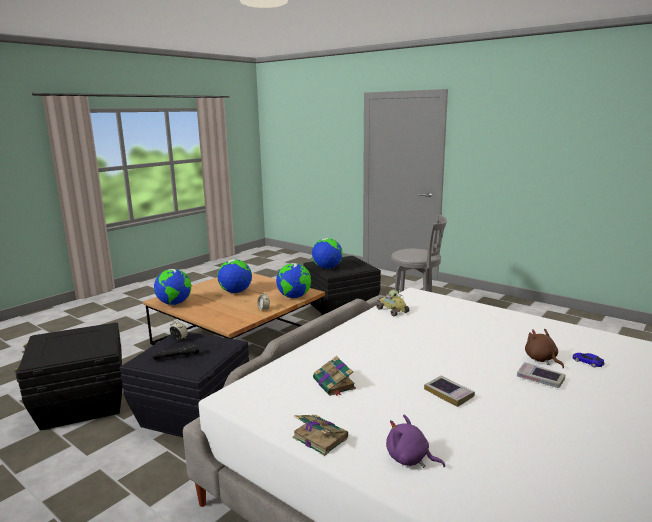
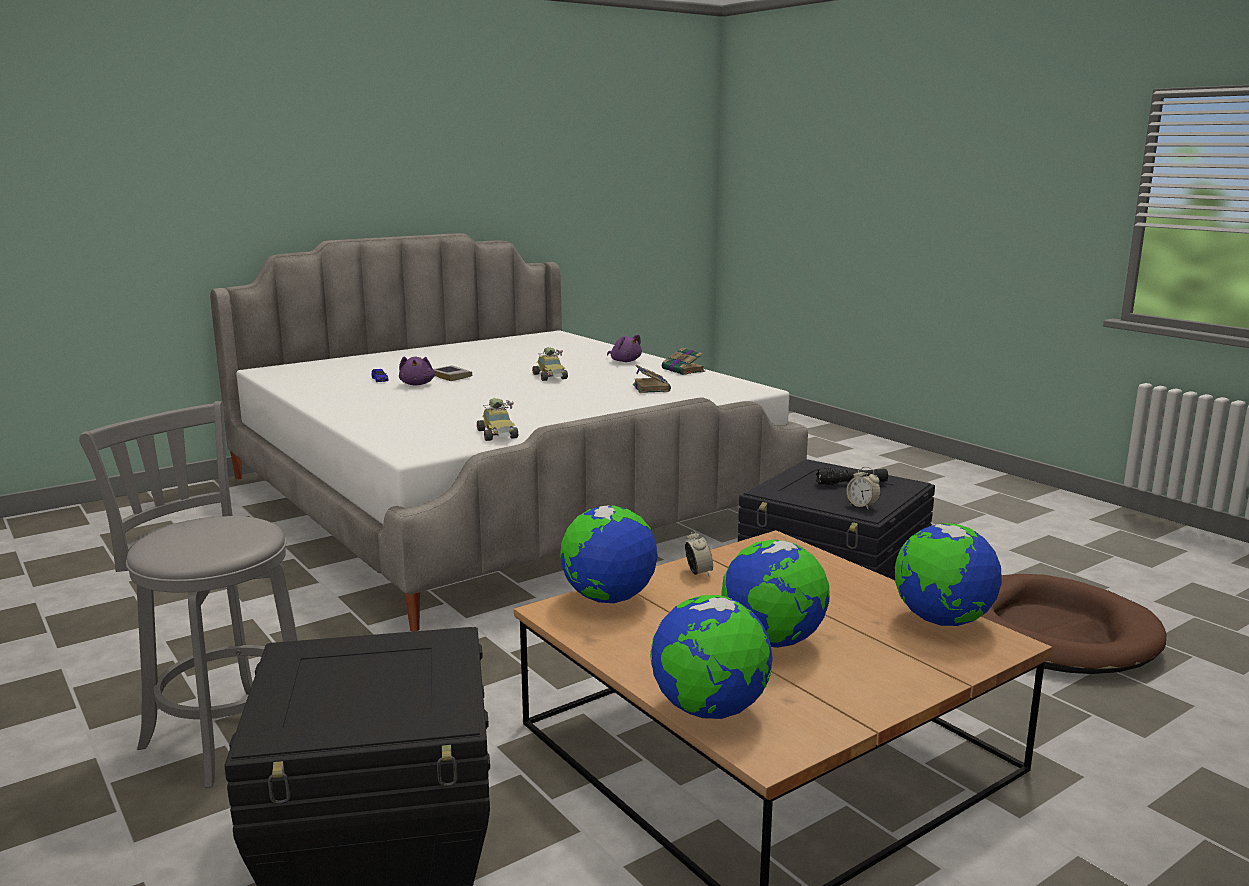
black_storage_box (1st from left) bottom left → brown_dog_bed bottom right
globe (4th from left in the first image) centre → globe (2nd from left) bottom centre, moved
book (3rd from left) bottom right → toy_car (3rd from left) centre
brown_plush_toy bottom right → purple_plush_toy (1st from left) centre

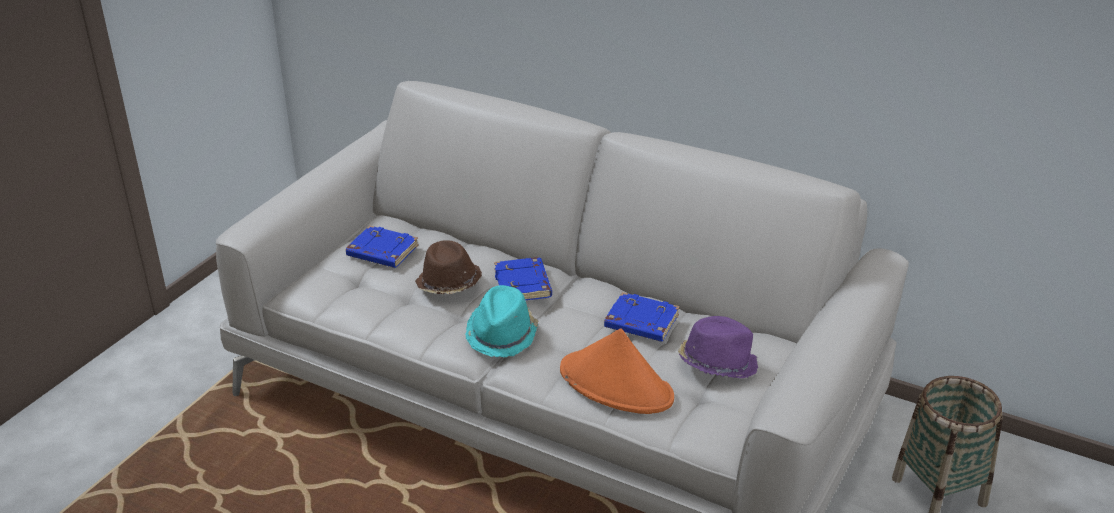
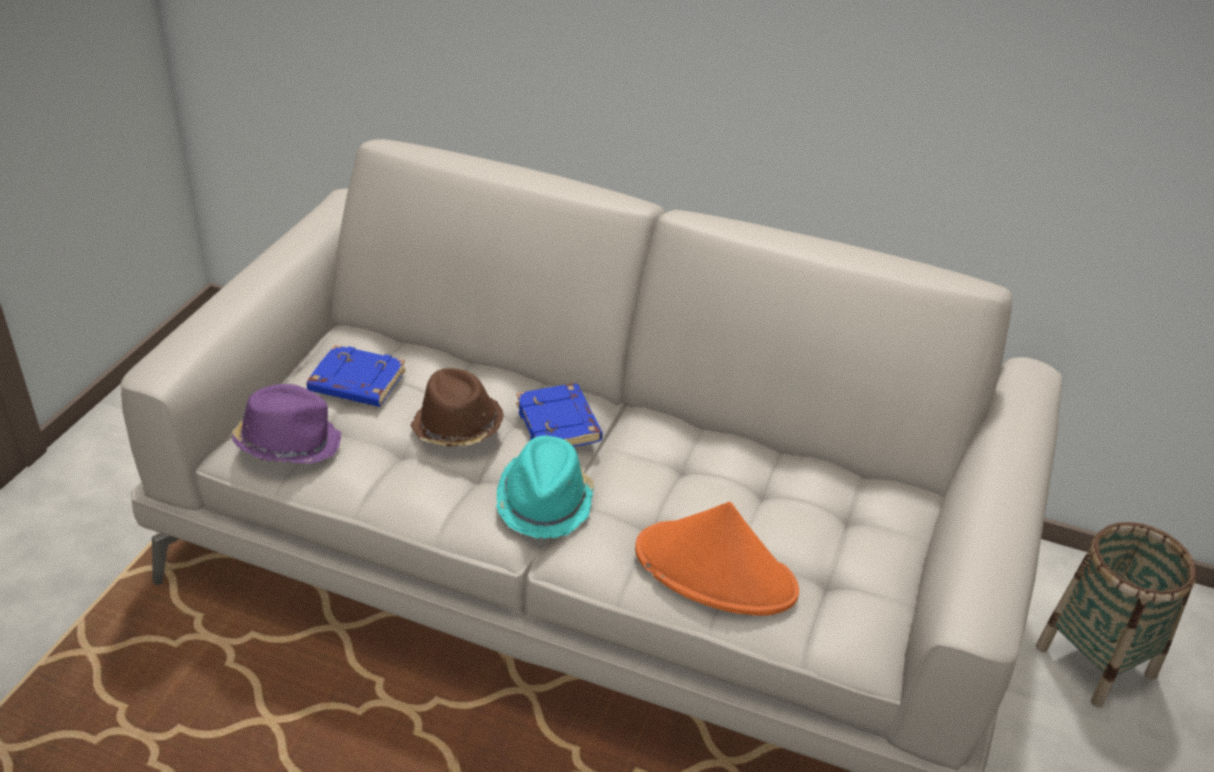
blue_book (3rd from left) centre → -
purple_hat bottom centre → purple_hat middle left, moved

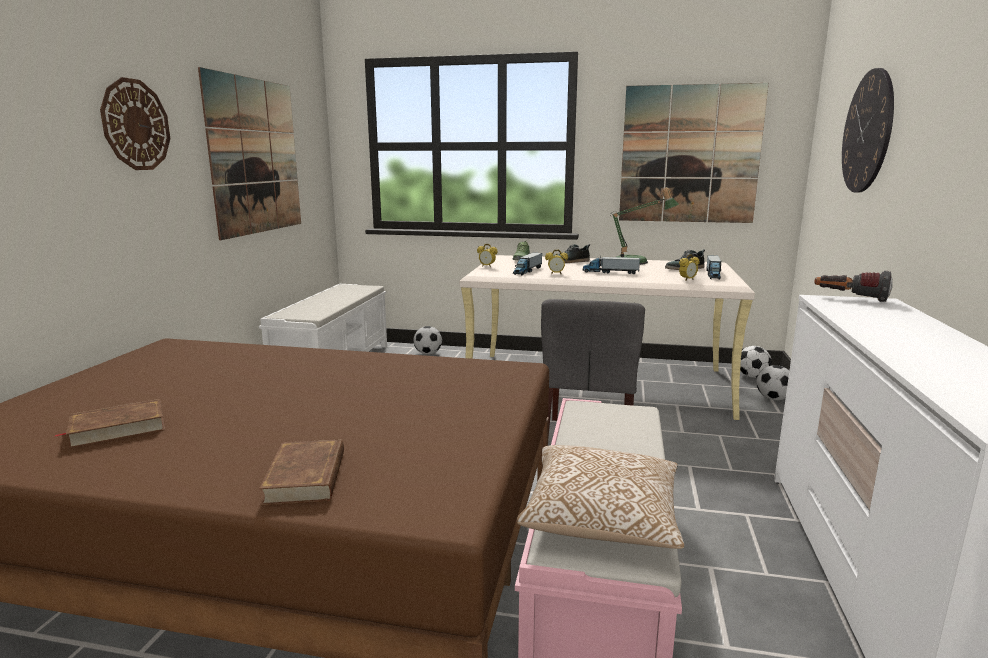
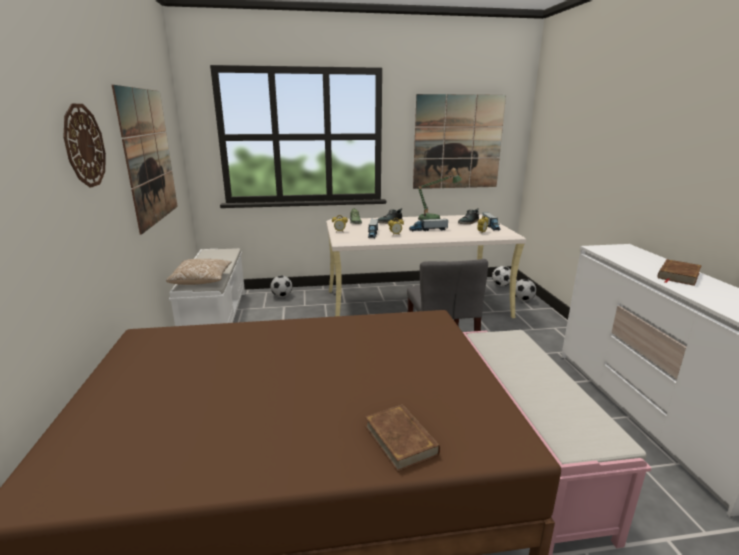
brown_book (1st from left in the first image) middle left → brown_book (2nd from left) middle right, moved
pillow bottom centre → pillow middle left, moved
flashlight middle right → -
wall_clock (2nd from left) top right → -

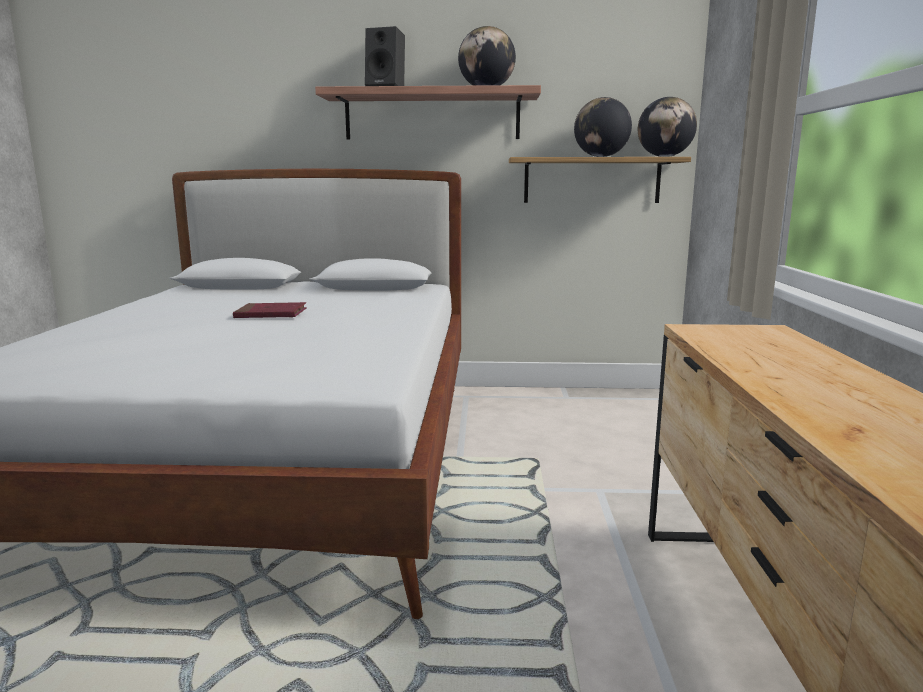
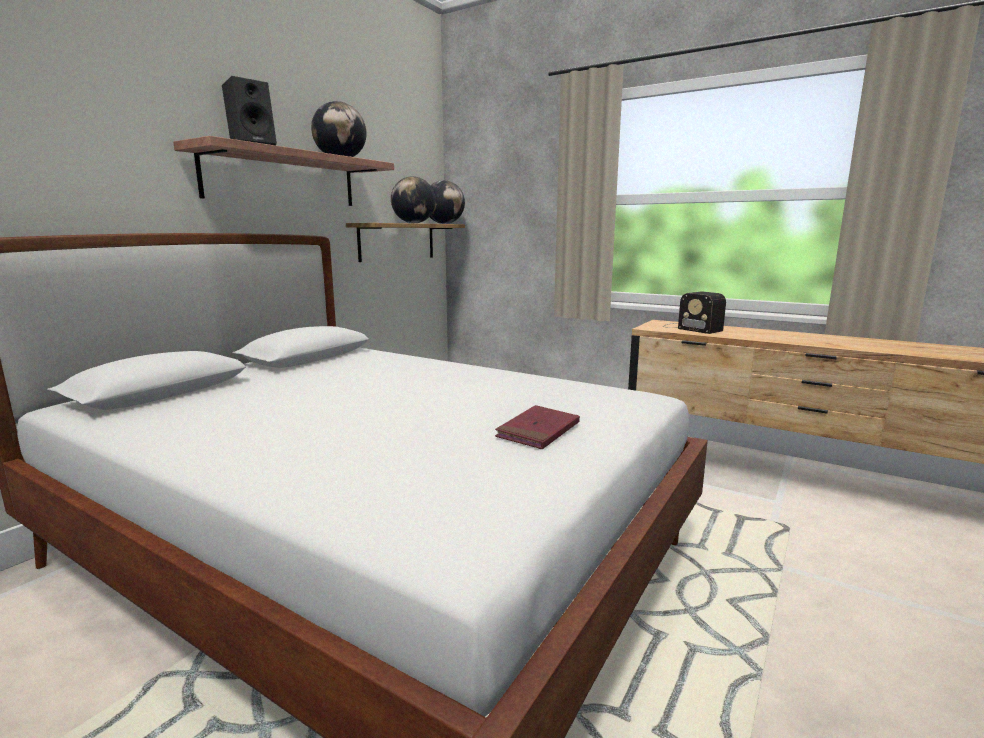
red_book middle left → red_book centre, moved
- → radio middle right

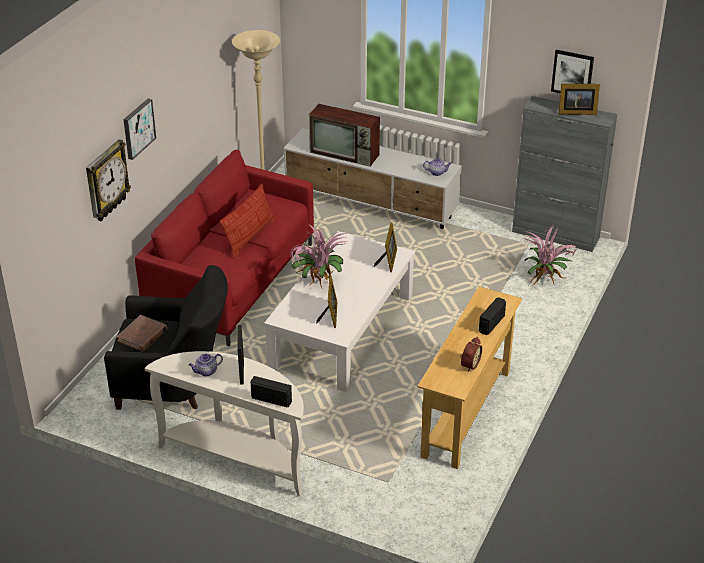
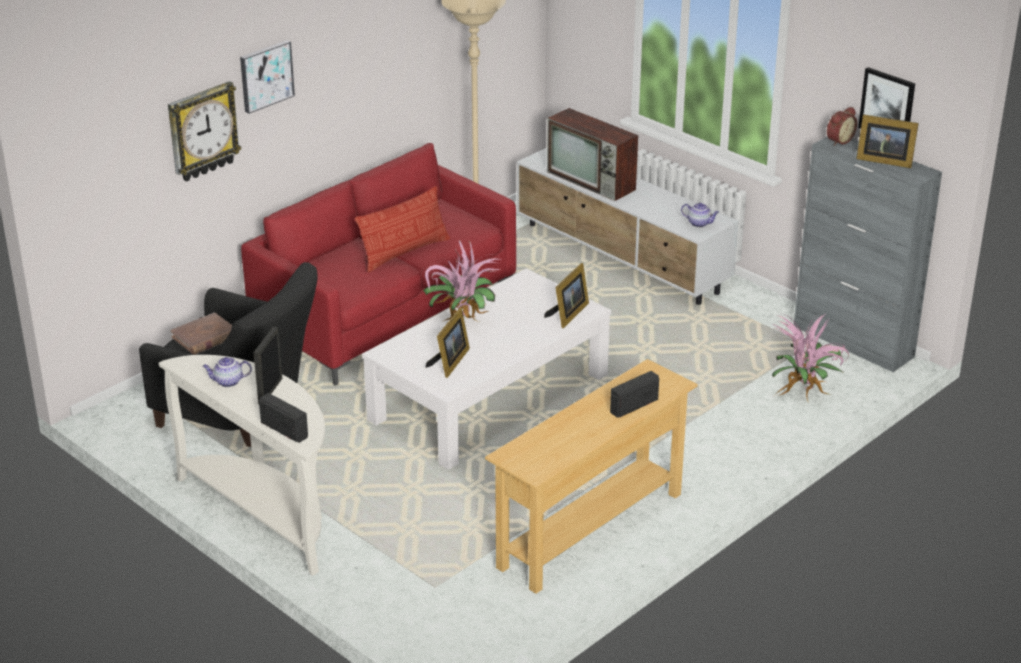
alarm_clock middle right → alarm_clock top right, moved

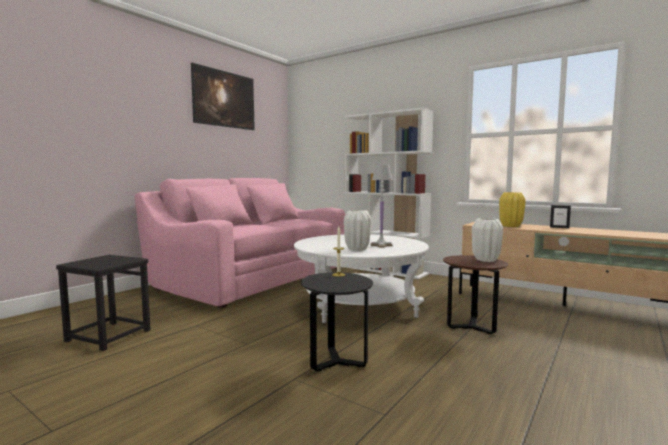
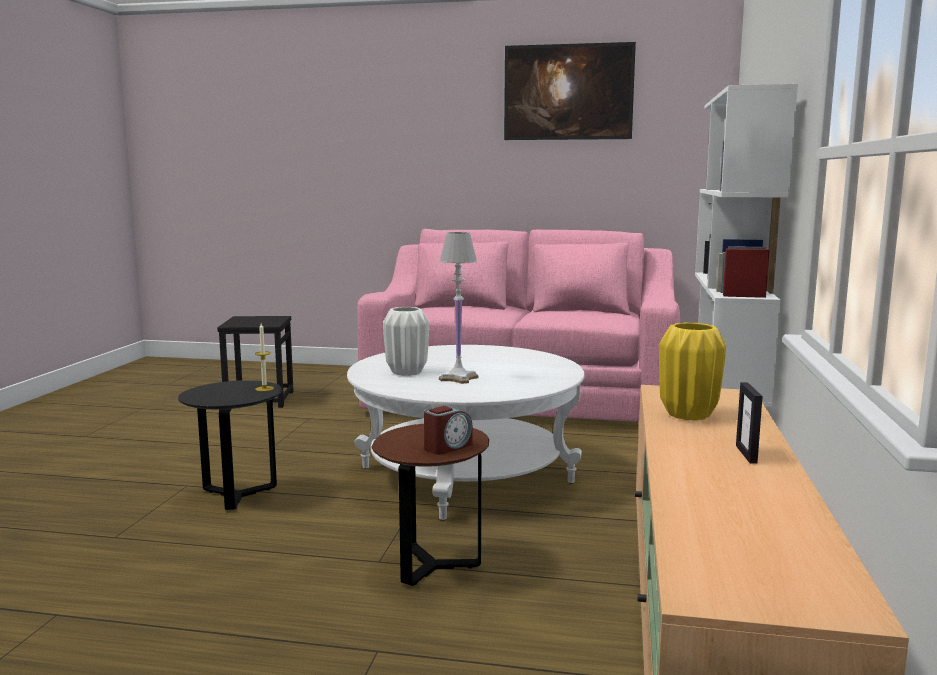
white_vase (2nd from left) middle right → alarm_clock centre

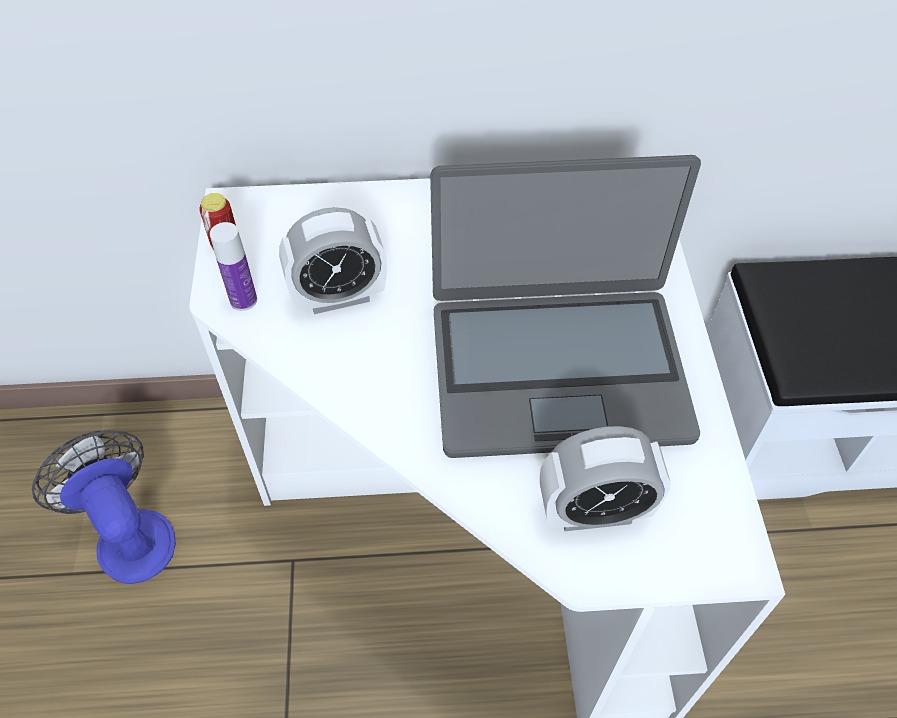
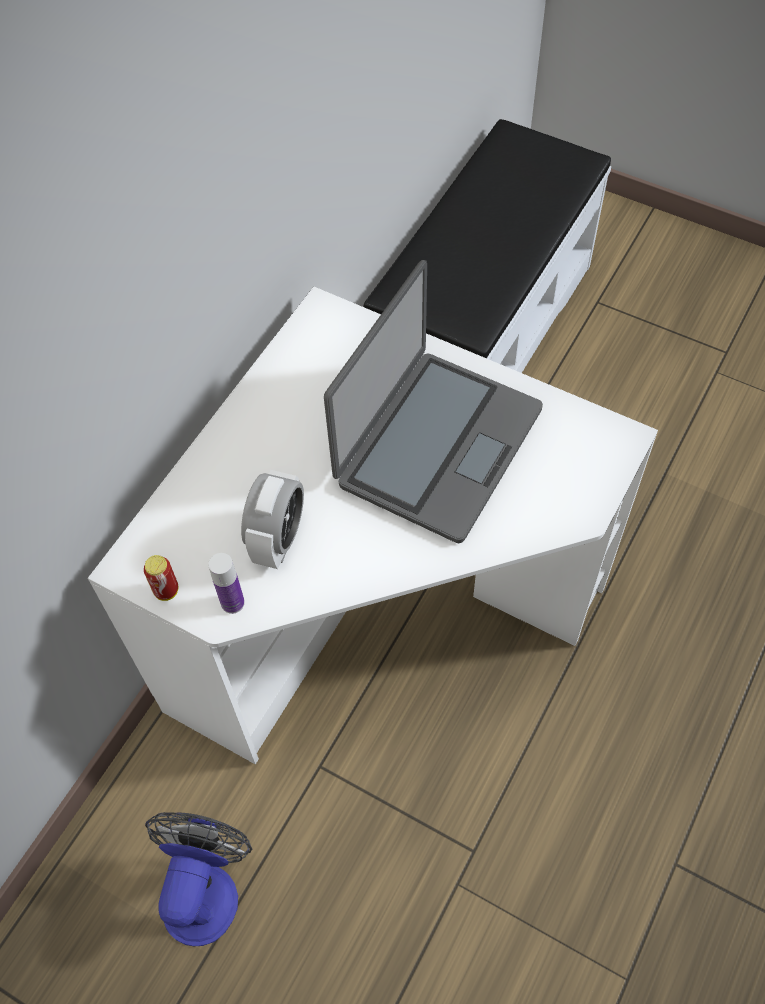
fan bottom left, 105 degrees clockwise
alarm_clock (2nd from left) middle right → -

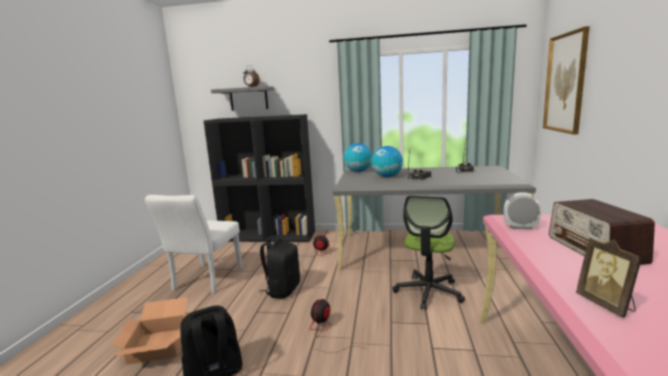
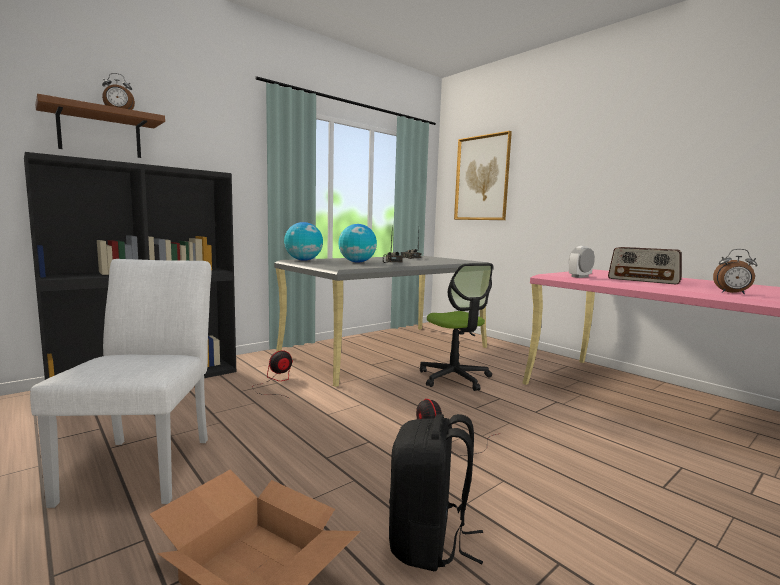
white_chair middle left, 150 degrees counterclockwise
grey_shelf top centre → brown_shelf top left
black_backpack (2nd from left) bottom centre → -
picture_frame bottom right → alarm_clock (3rd from left) middle right

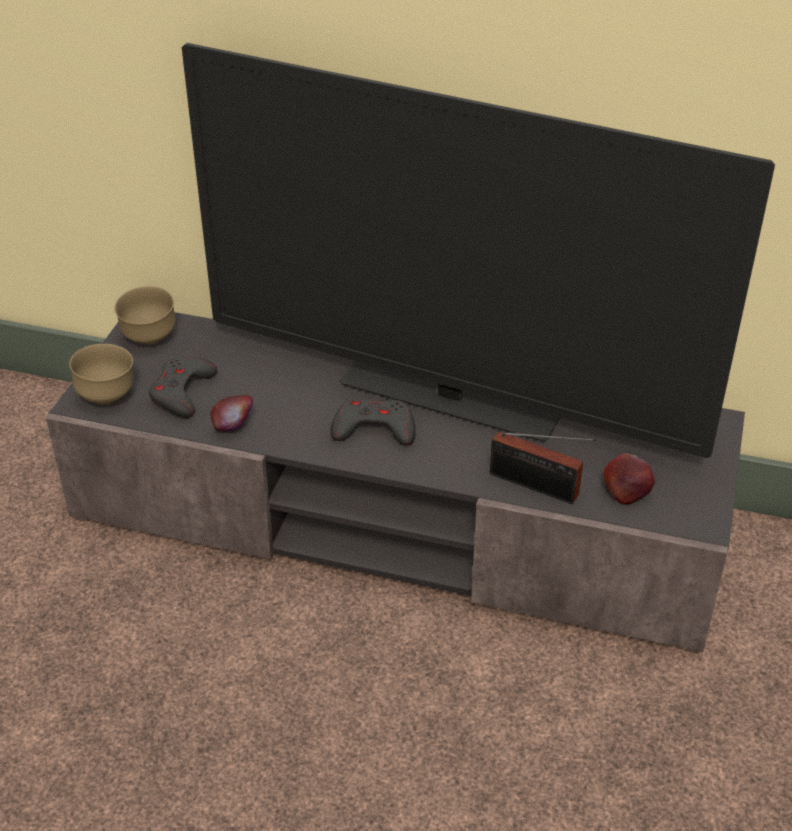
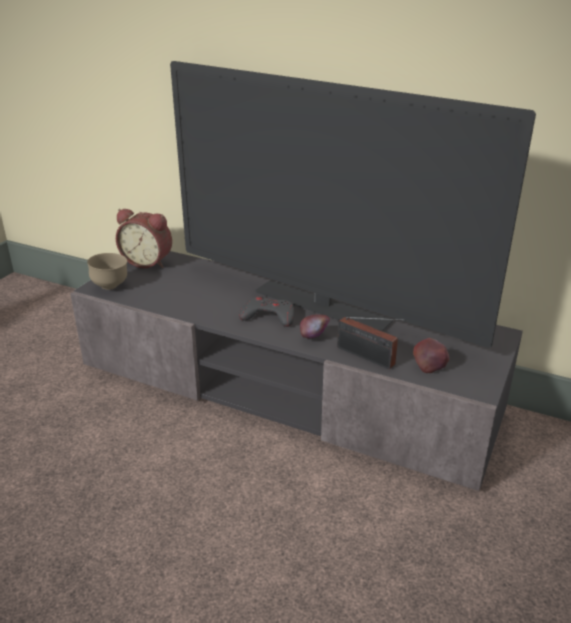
brown_bowl (2nd from left) middle left → alarm_clock middle left
grey_game_controller (1st from left) middle left → -
apple (1st from left) middle left → apple (1st from left) centre, moved

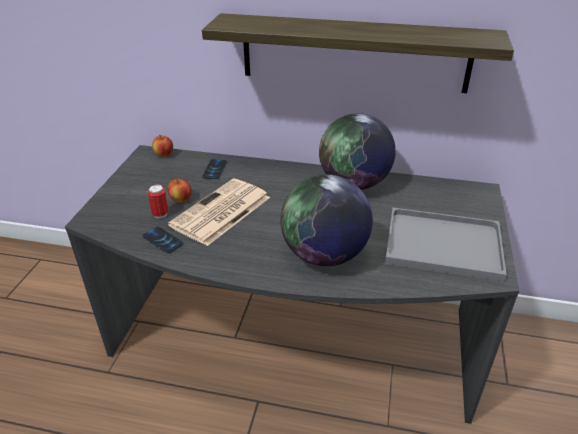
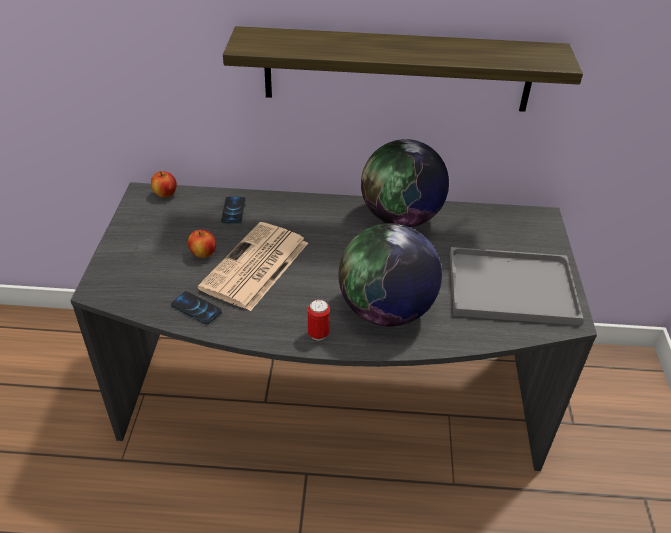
can middle left → can centre, moved

